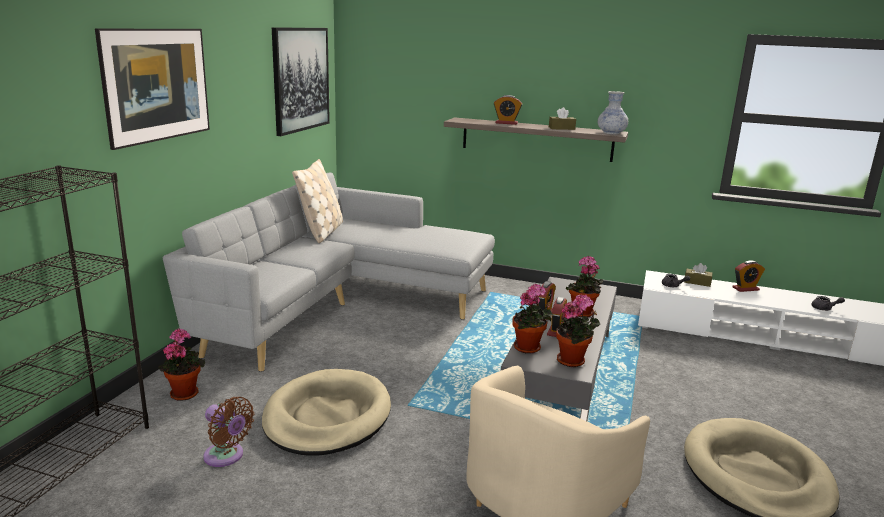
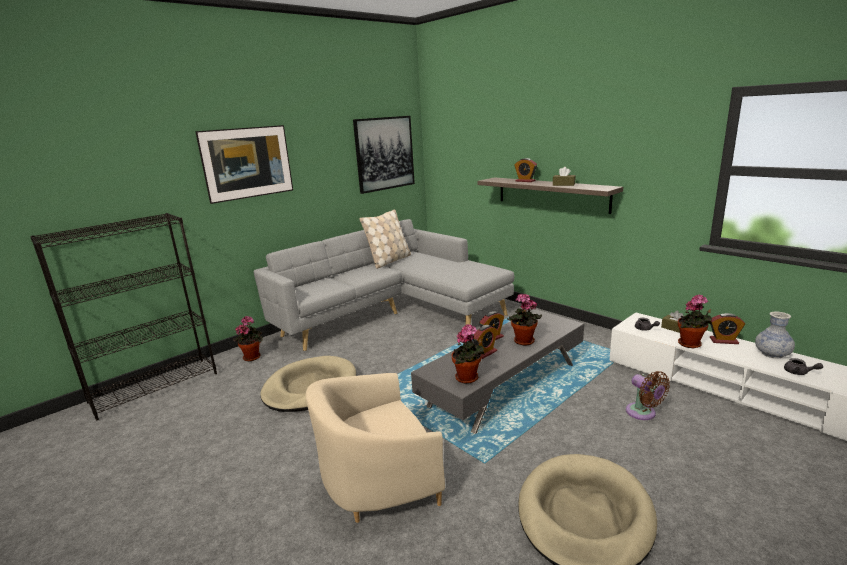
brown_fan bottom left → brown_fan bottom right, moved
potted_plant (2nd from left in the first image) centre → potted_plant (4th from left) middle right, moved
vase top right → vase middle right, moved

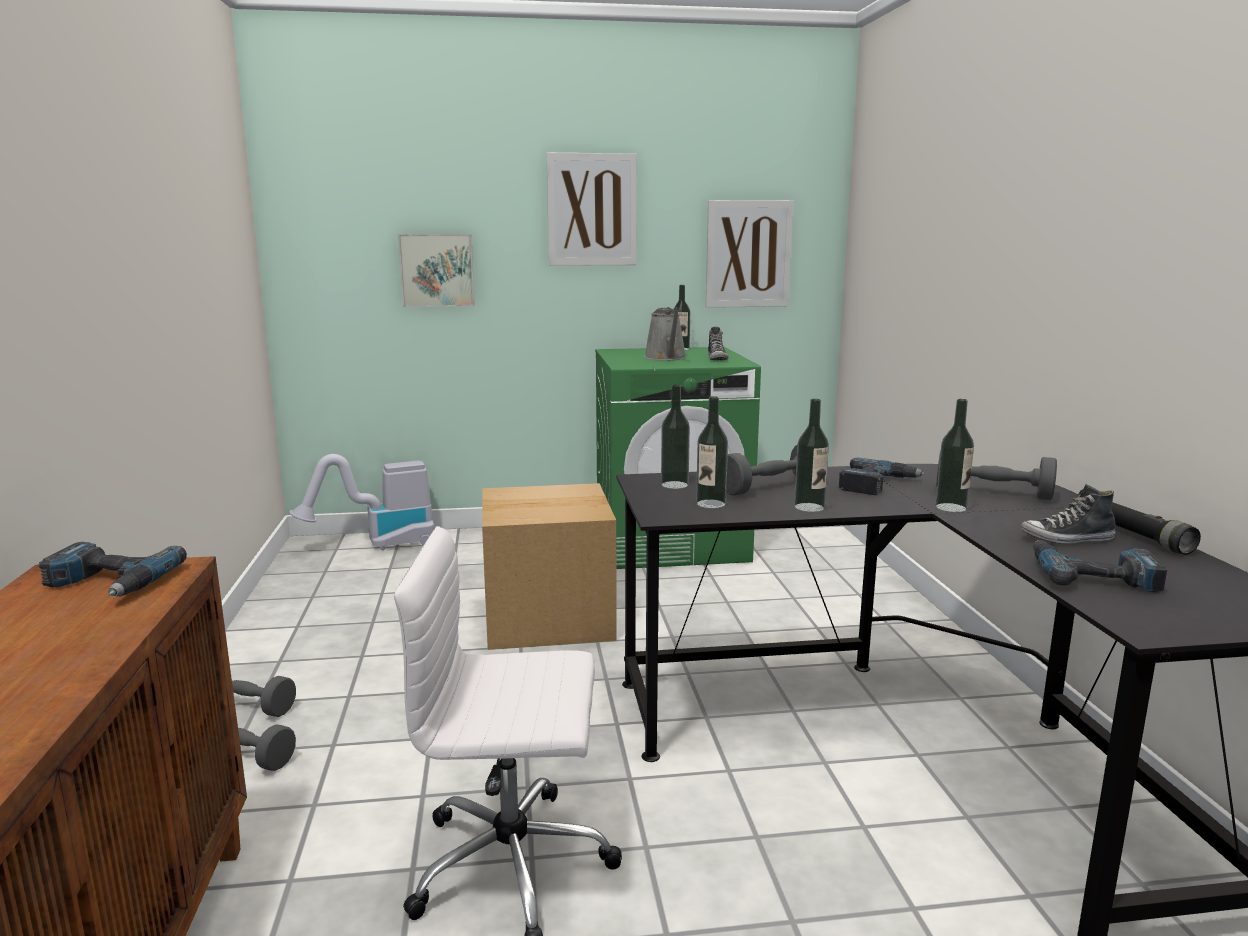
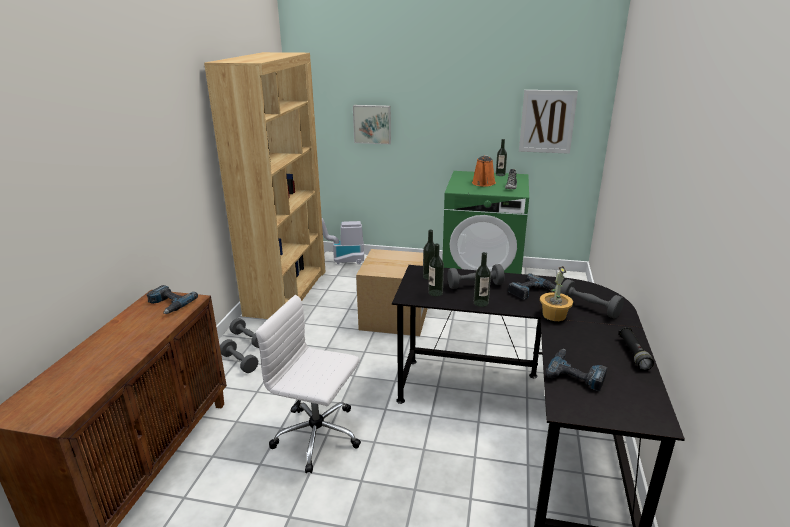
picture (2nd from left) top centre → -
grey_watering_can centre → orange_watering_can top centre
bottle (5th from left) middle right → potted_plant middle right
shoe (2nd from left) middle right → -
- → brown_bookcase centre

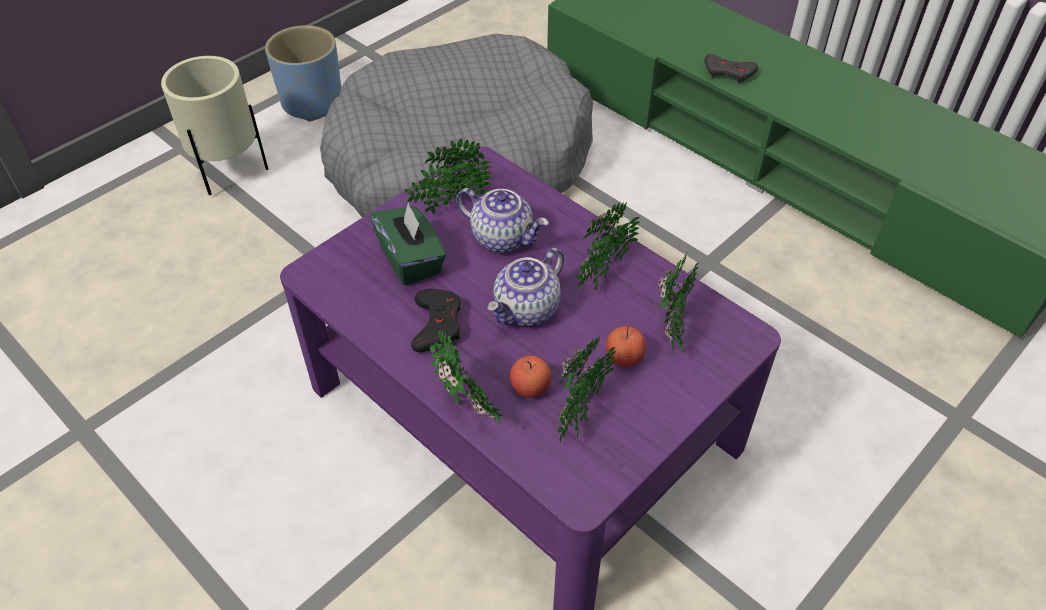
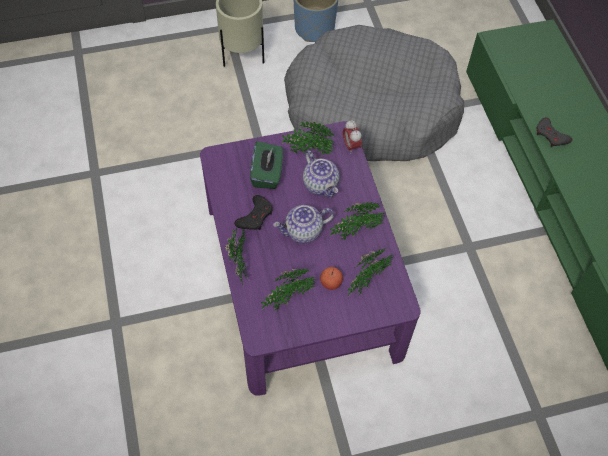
apple (1st from left) centre → -
- → alarm_clock top centre

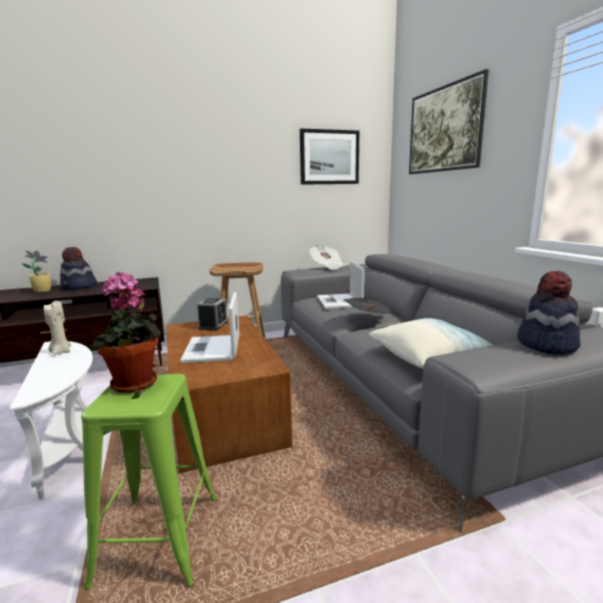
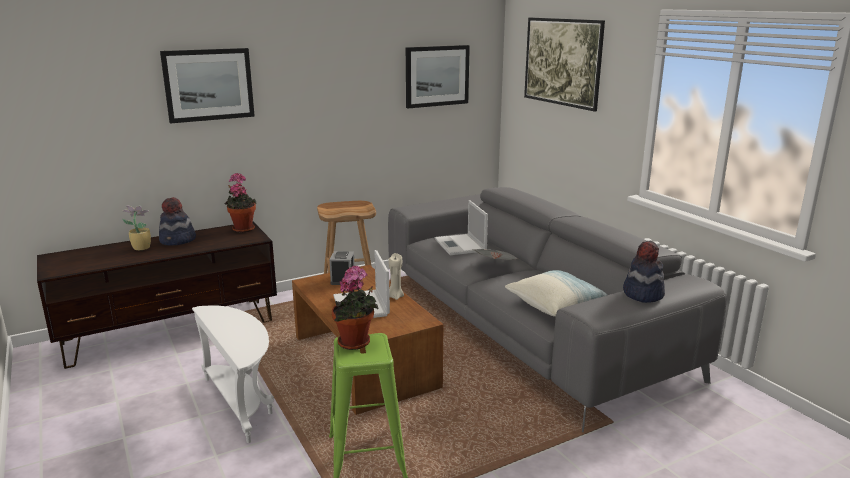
beige_candle middle left → beige_candle centre, moved
newspaper (1st from left) centre → -
- → picture (1st from left) top left
- → potted_plant (2nd from left) middle left

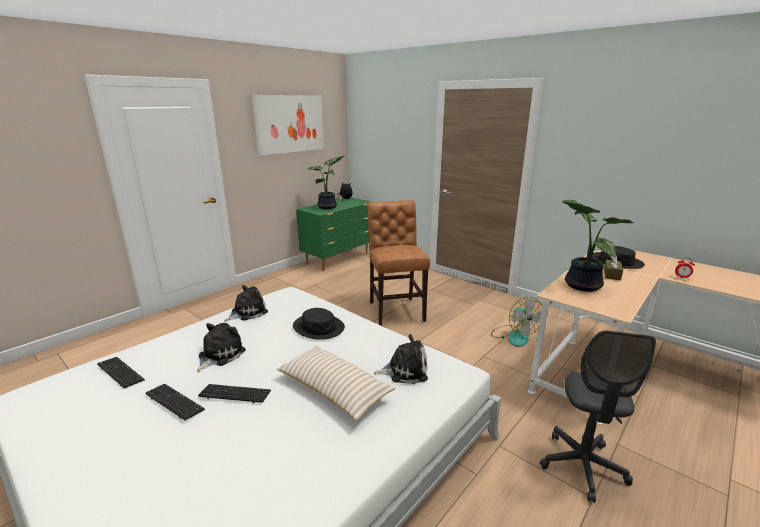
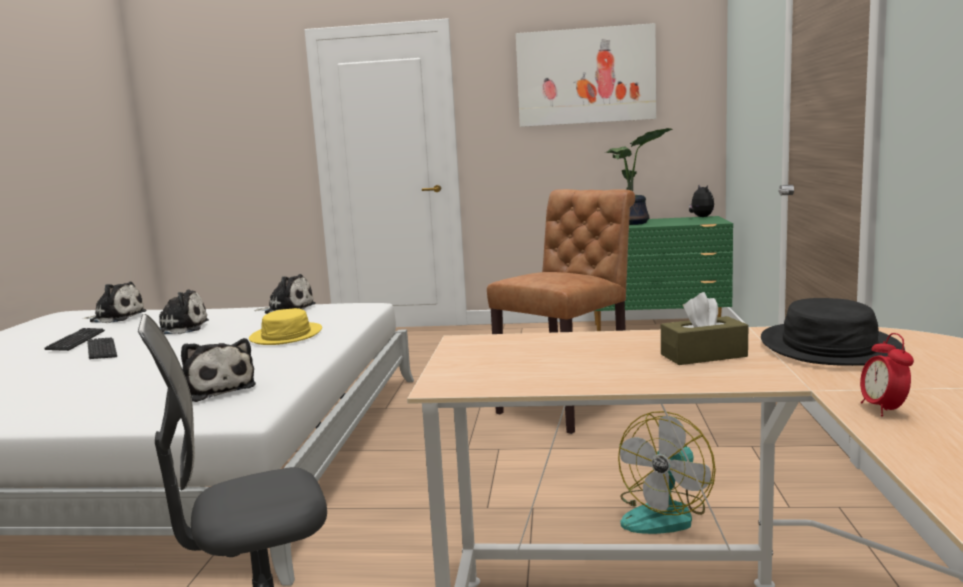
keyboard (1st from left) bottom left → plush_toy (1st from left) middle left
beige_pillow bottom centre → -
black_hat (1st from left) centre → yellow_hat middle left
potted_plant (2nd from left) middle right → -

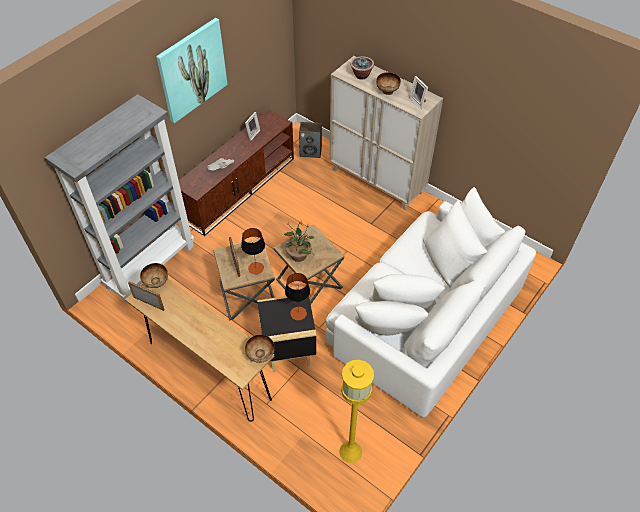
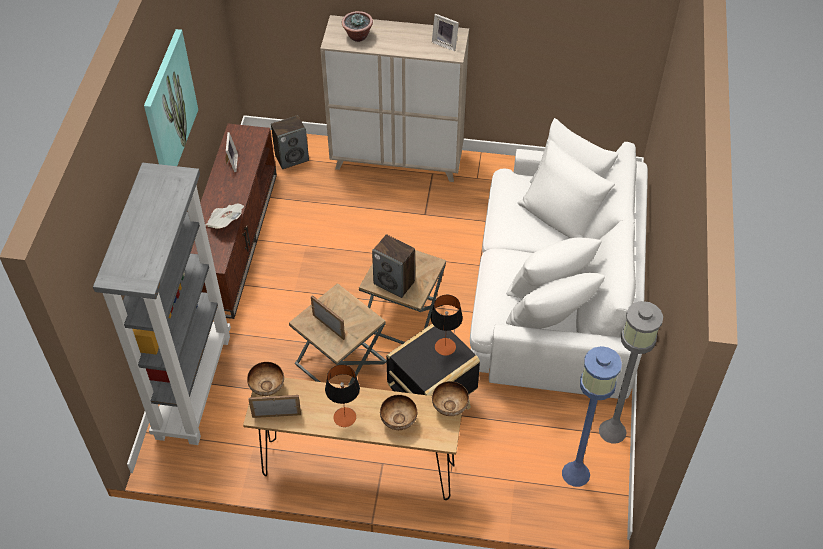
table_lamp (1st from left) centre → table_lamp (1st from left) bottom centre, moved
potted_plant (1st from left) centre → speaker (2nd from left) centre
yellow_floor_lamp bottom centre → blue_floor_lamp bottom right
bowl (3rd from left in the first image) top centre → bowl (2nd from left) bottom centre, moved
- → grey_floor_lamp bottom right

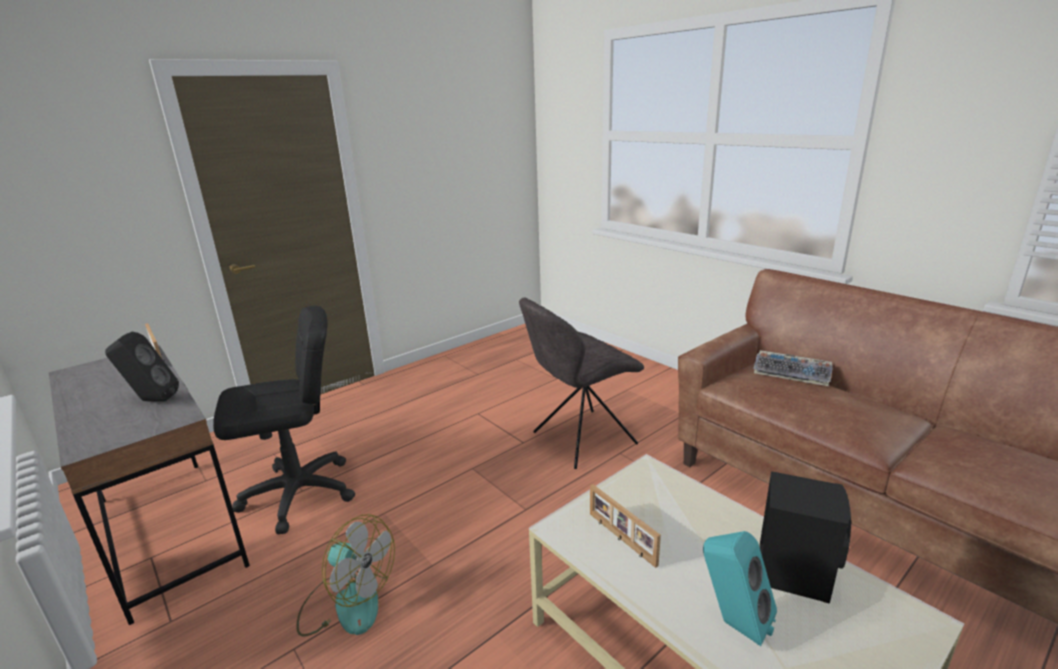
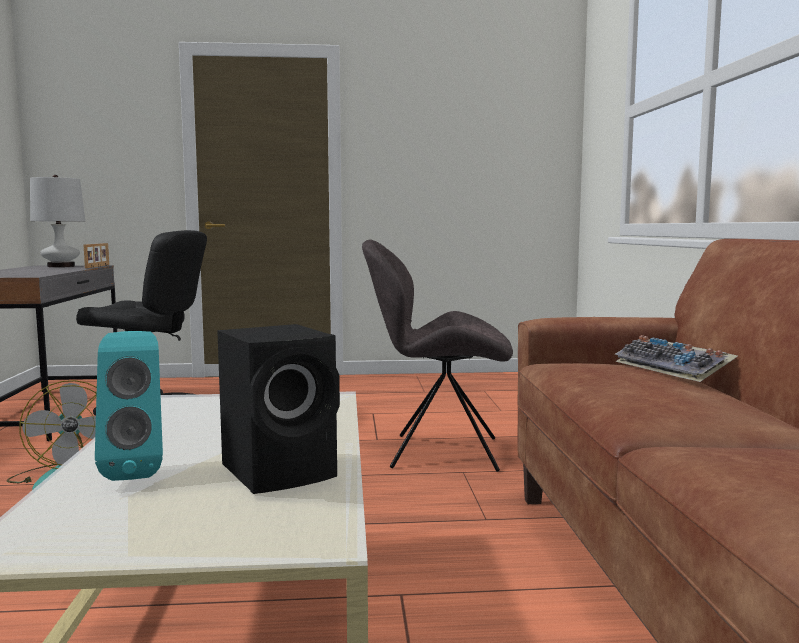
black_speaker (1st from left) middle left → -
picture_frame (2nd from left) bottom centre → -
- → white_table_lamp middle left

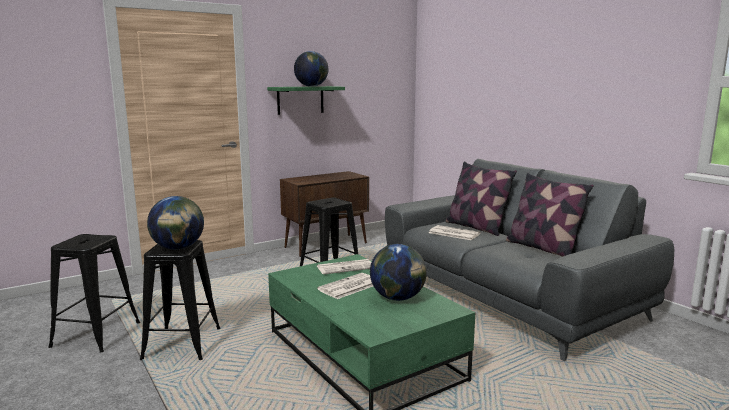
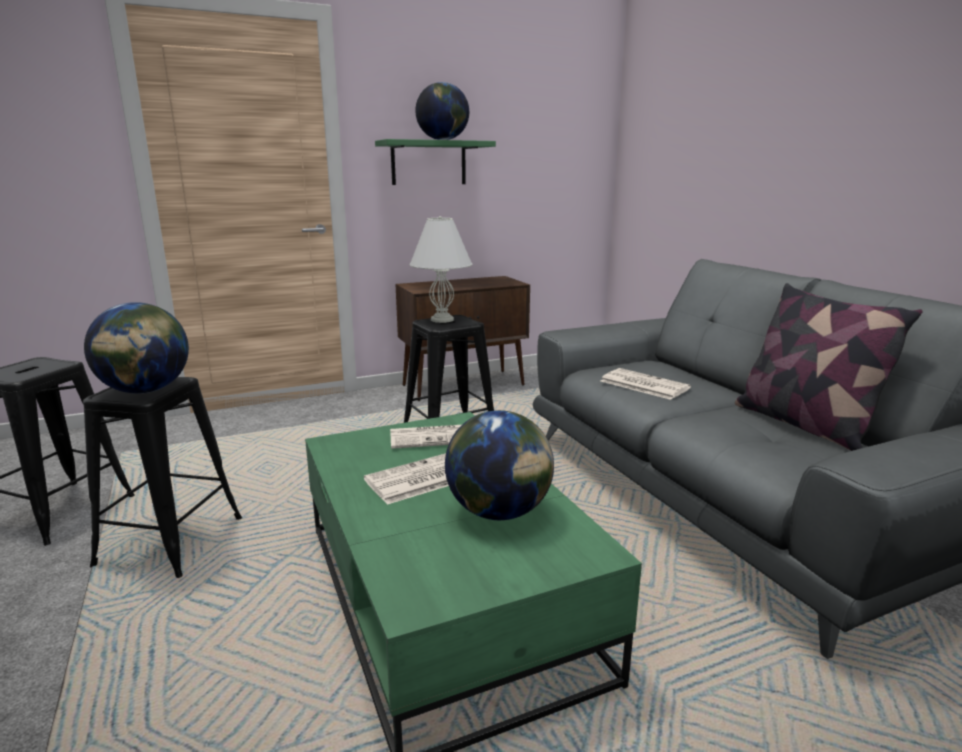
pillow (1st from left) centre → -
- → white_table_lamp centre

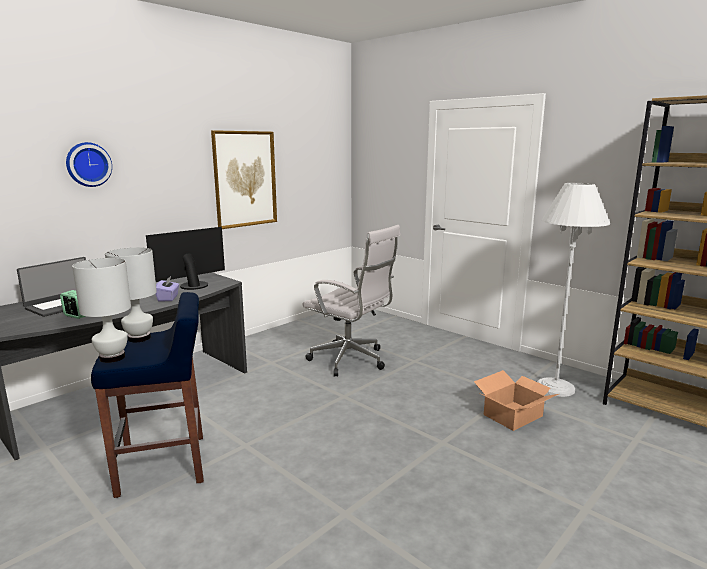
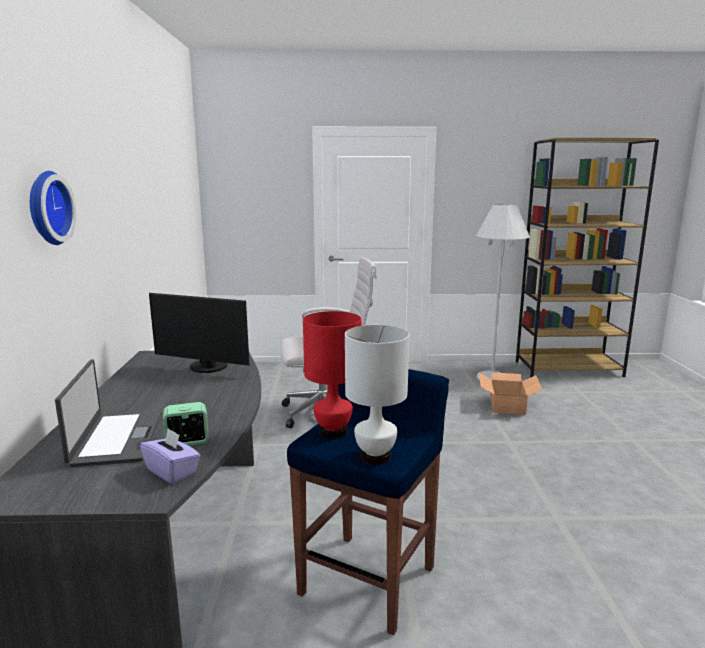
white_table_lamp (2nd from left) middle left → red_table_lamp centre
monitor middle left, 75 degrees counterclockwise
purple_tissue_box middle left → purple_tissue_box bottom left, moved
picture top centre → -

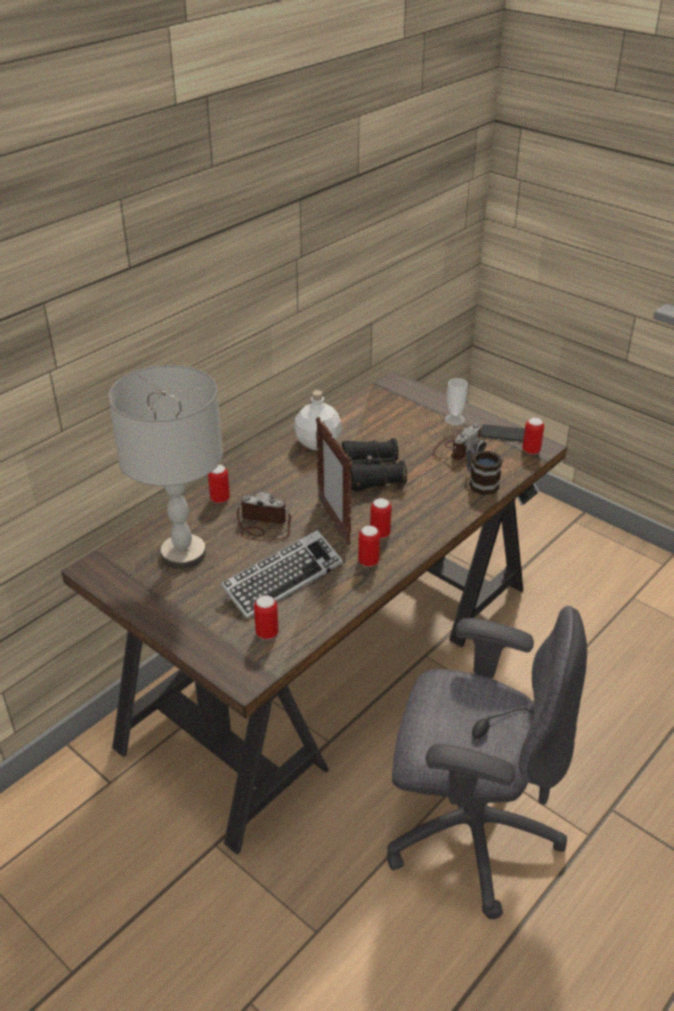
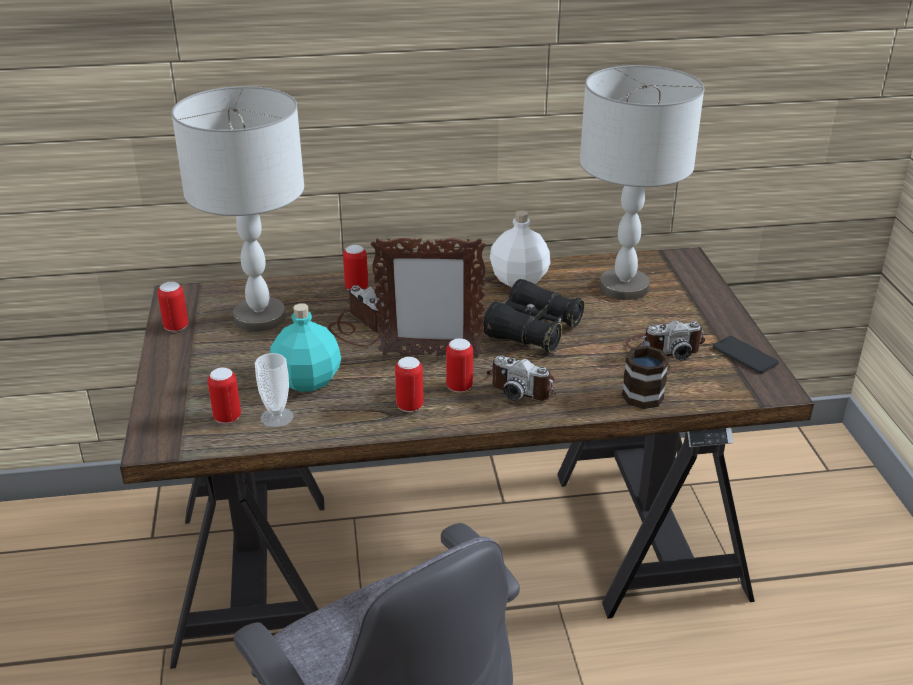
keyboard centre → turquoise_bottle centre
picture_frame centre, 105 degrees counterclockwise
cup middle right → cup middle left, moved
can (5th from left in the first image) middle right → can (1st from left) middle left, moved
- → photo_camera (2nd from left) centre
- → grey_table_lamp (2nd from left) top right

